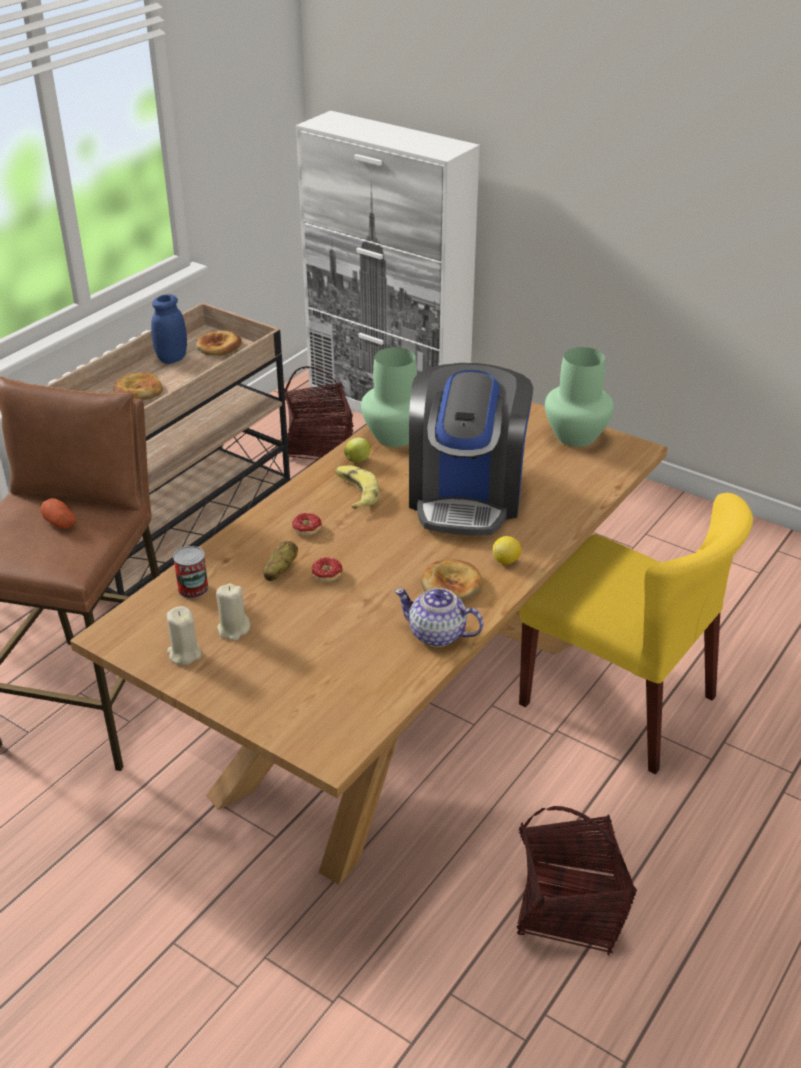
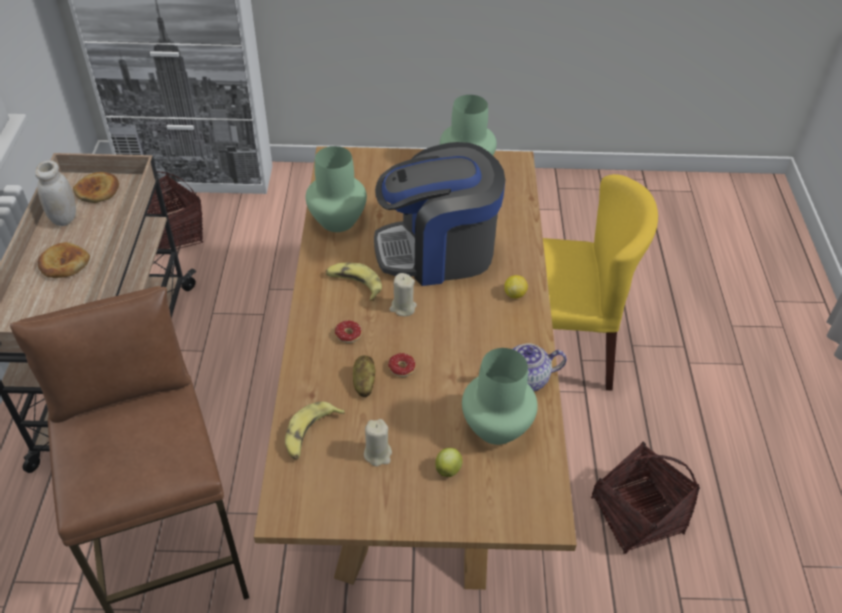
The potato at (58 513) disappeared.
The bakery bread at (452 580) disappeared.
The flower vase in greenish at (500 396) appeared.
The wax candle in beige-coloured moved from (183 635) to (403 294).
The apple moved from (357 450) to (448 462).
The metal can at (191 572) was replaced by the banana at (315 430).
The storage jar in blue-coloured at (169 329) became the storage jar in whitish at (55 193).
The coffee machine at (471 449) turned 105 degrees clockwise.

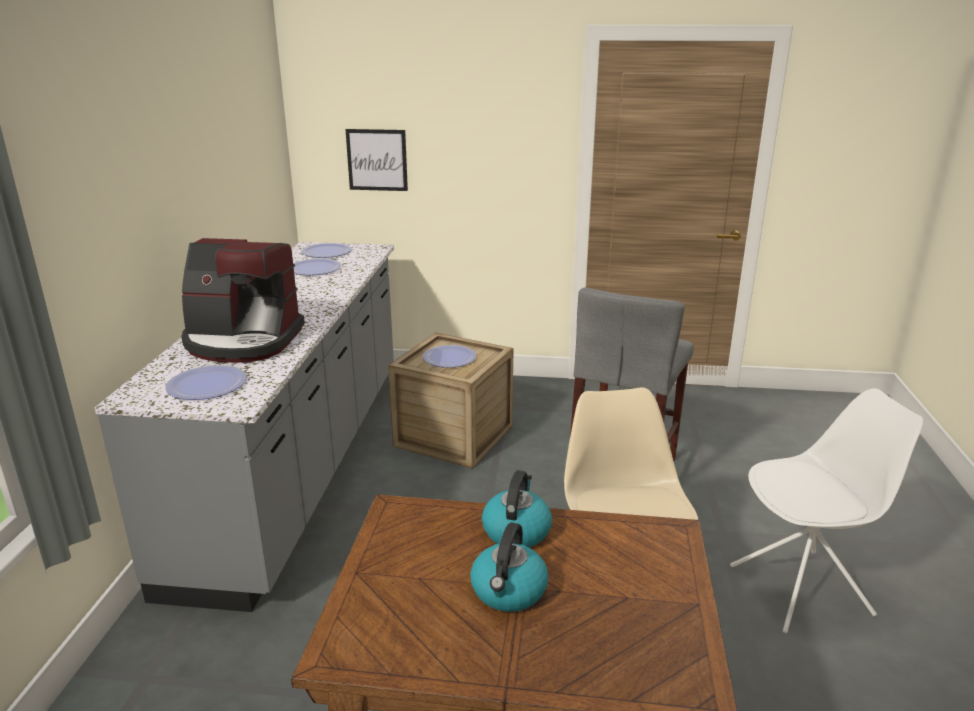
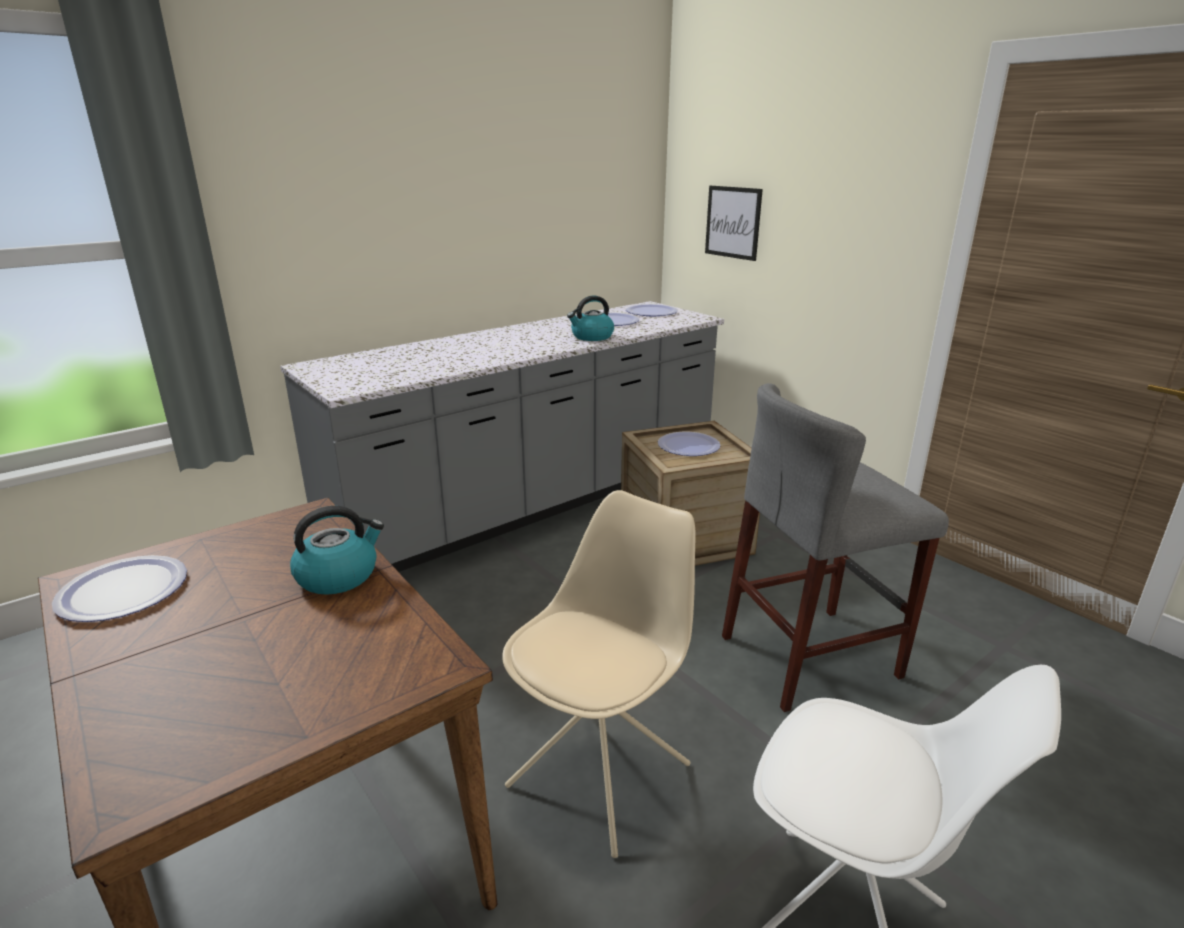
The coffee machine at (243 300) disappeared.
The plate moved from (206 382) to (119 588).
The tea kettle moved from (509 567) to (590 318).

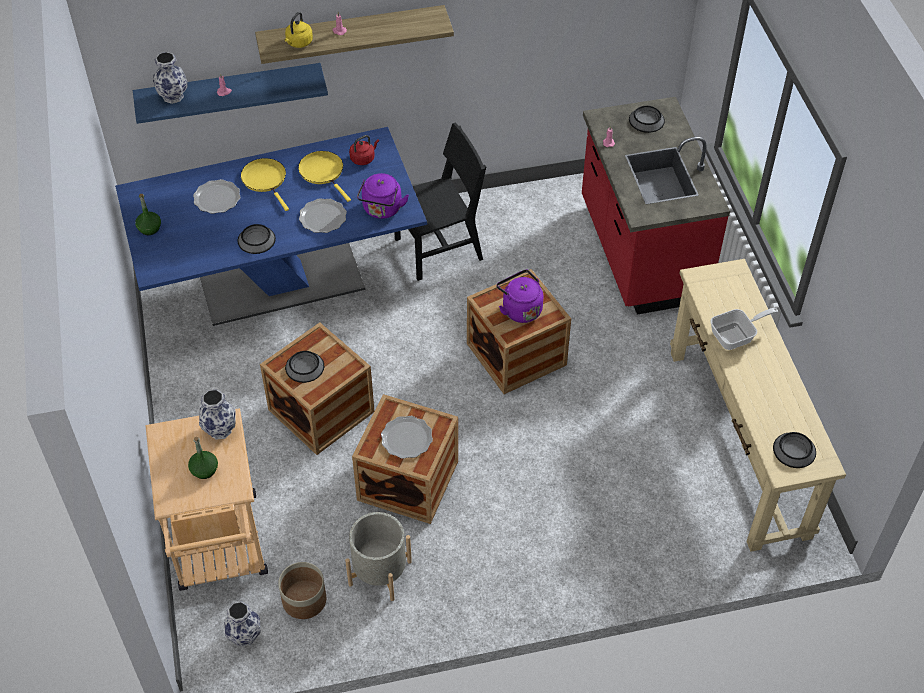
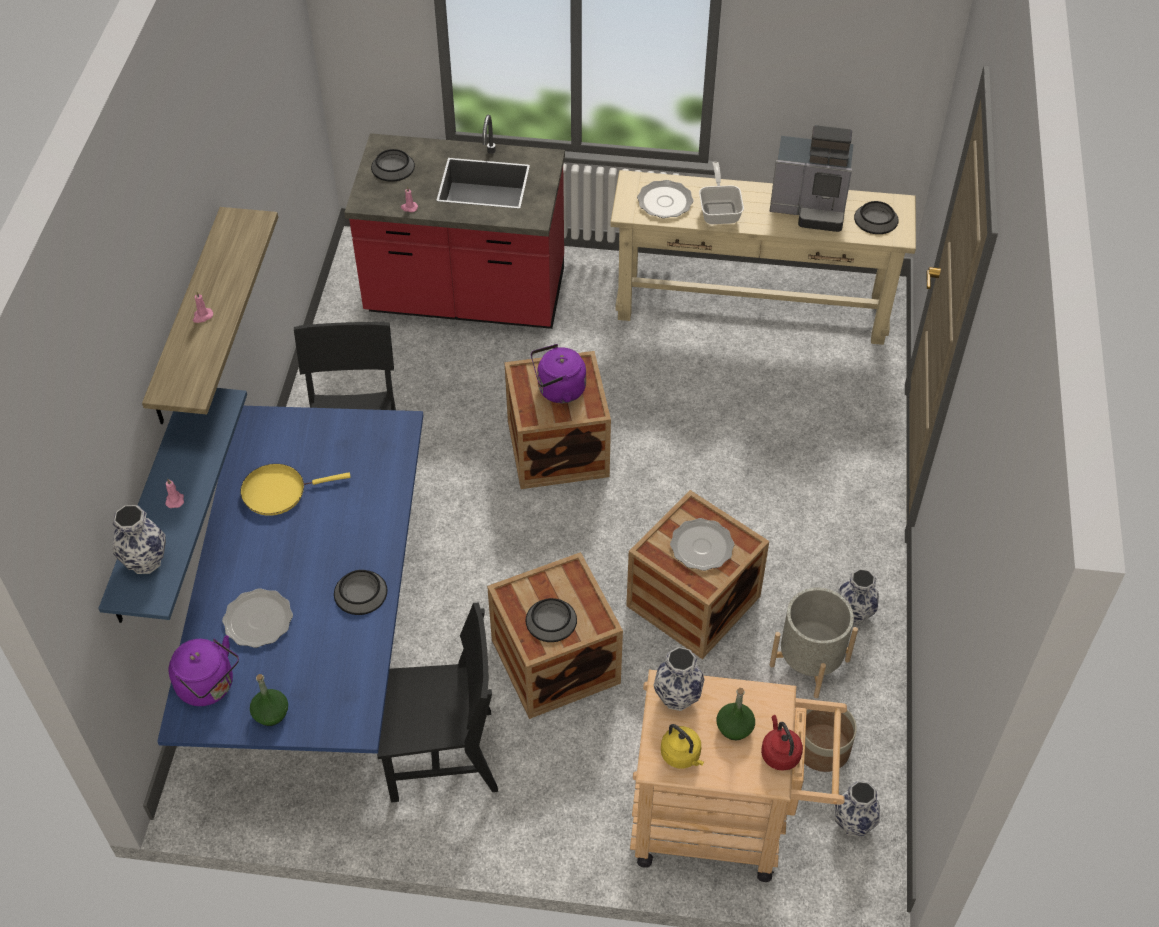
The pan in yellow at (265 184) disappeared.
The plain chair in blackish at (437 702) appeared.
The coffee machine at (812 178) appeared.
The flower vase at (858 596) appeared.
The tea kettle in yellow moved from (299 30) to (682 746).
The plate moved from (323 215) to (665 199).
The tea kettle in red-coloured moved from (364 150) to (782 743).
The tea kettle in purple-coloured moved from (383 196) to (203 670).

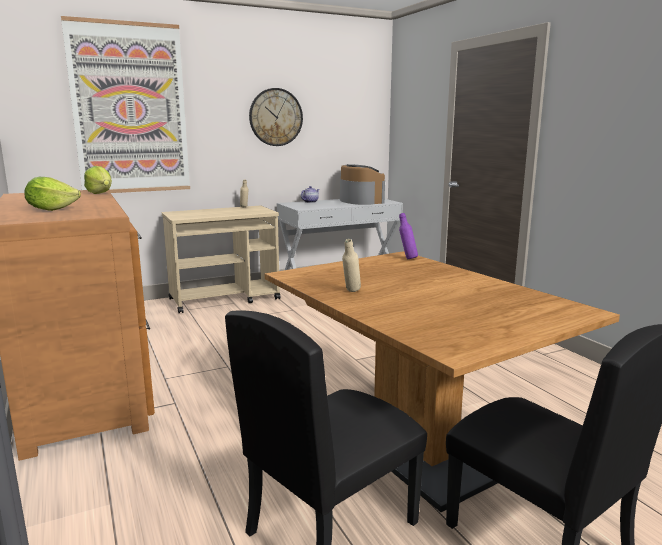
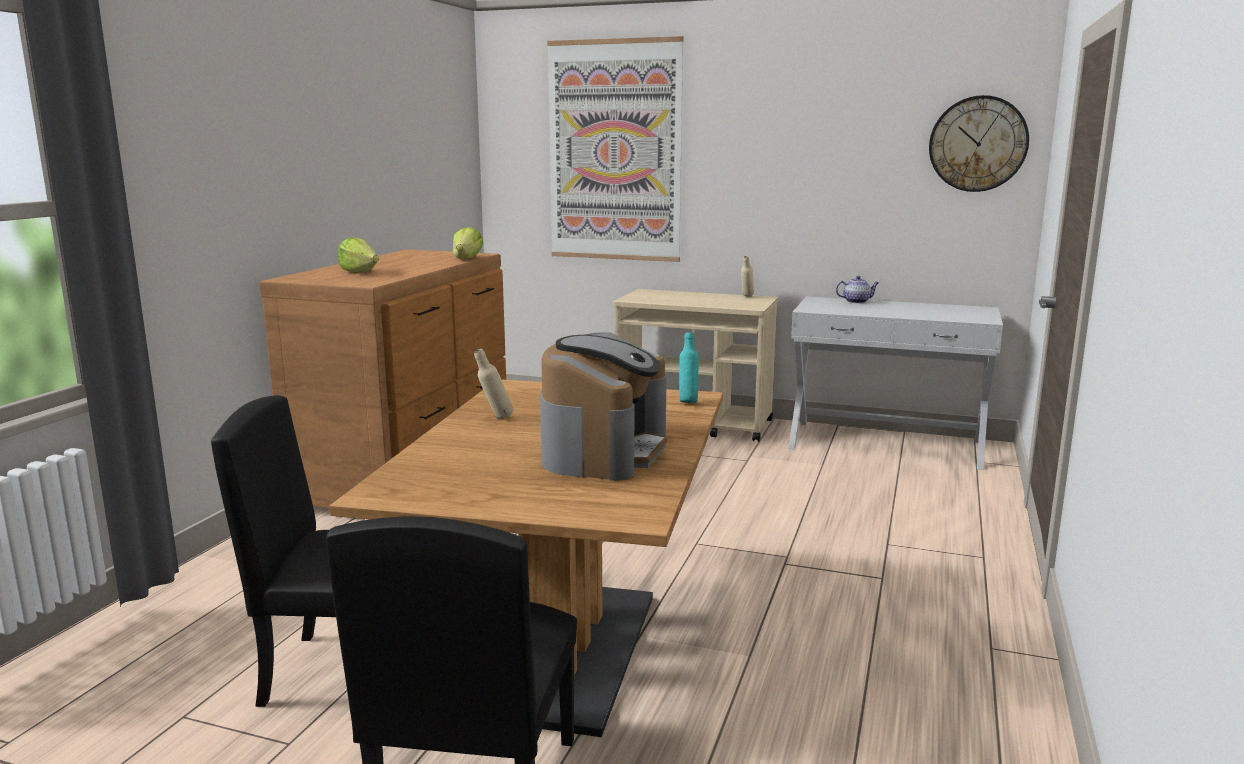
The clock on the wall moved from (276 117) to (979 143).
The coffee machine moved from (362 184) to (603 406).
The beverage bottle in purple-coloured at (408 236) became the beverage bottle in blue-green at (689 367).

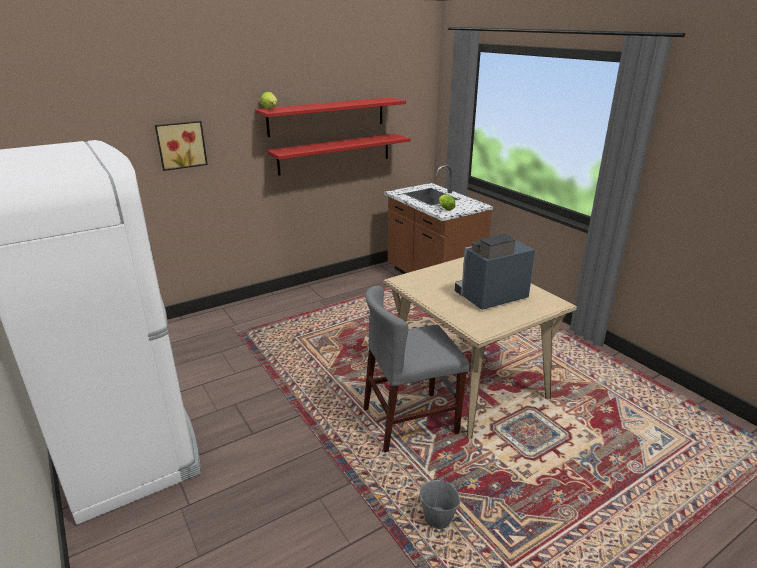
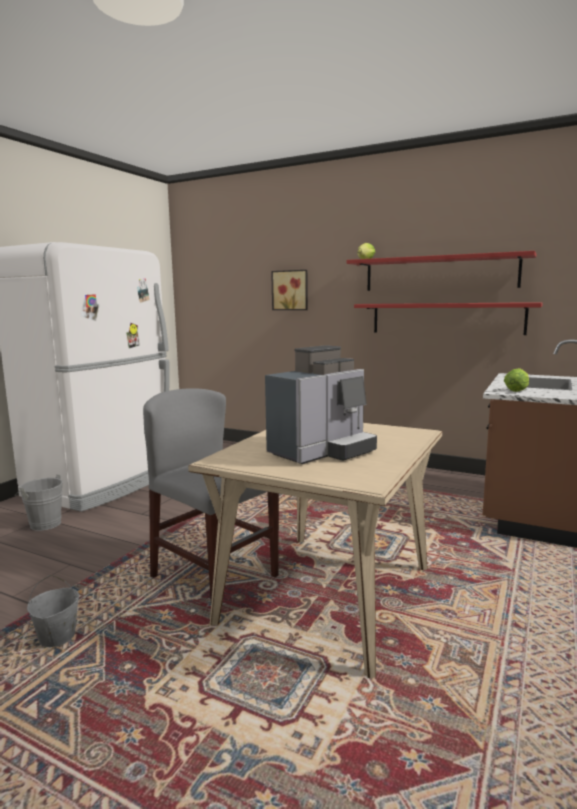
The bucket in greyish at (38 502) appeared.
The coffee machine at (495 272) turned 105 degrees clockwise.

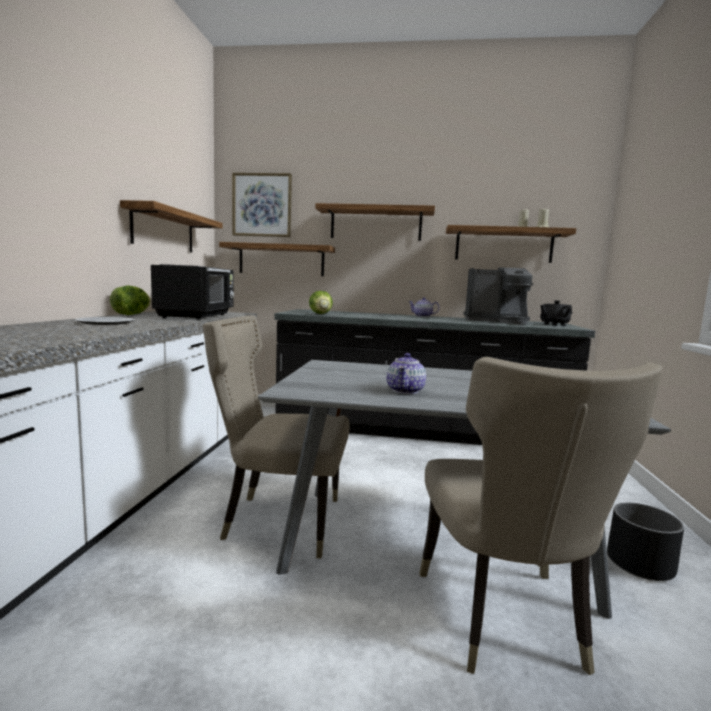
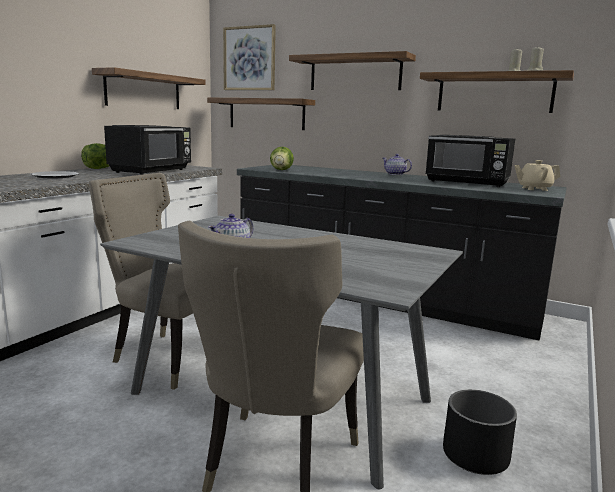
The coffee machine at (498 295) was replaced by the microwave oven in blackish at (470 161).
The teapot in blackish at (556 313) became the teapot in beige-coloured at (537 175).

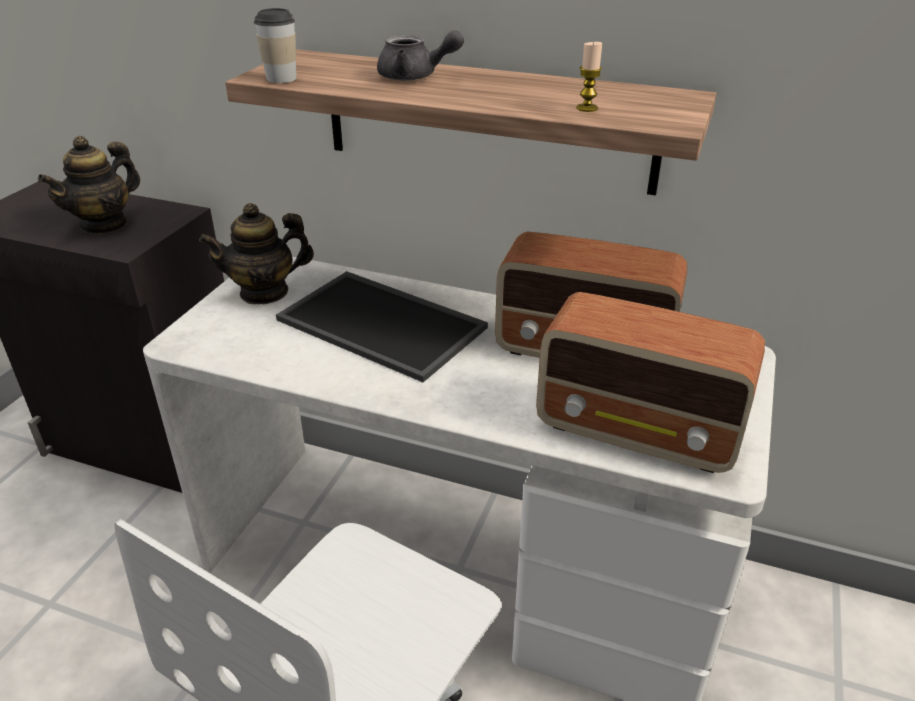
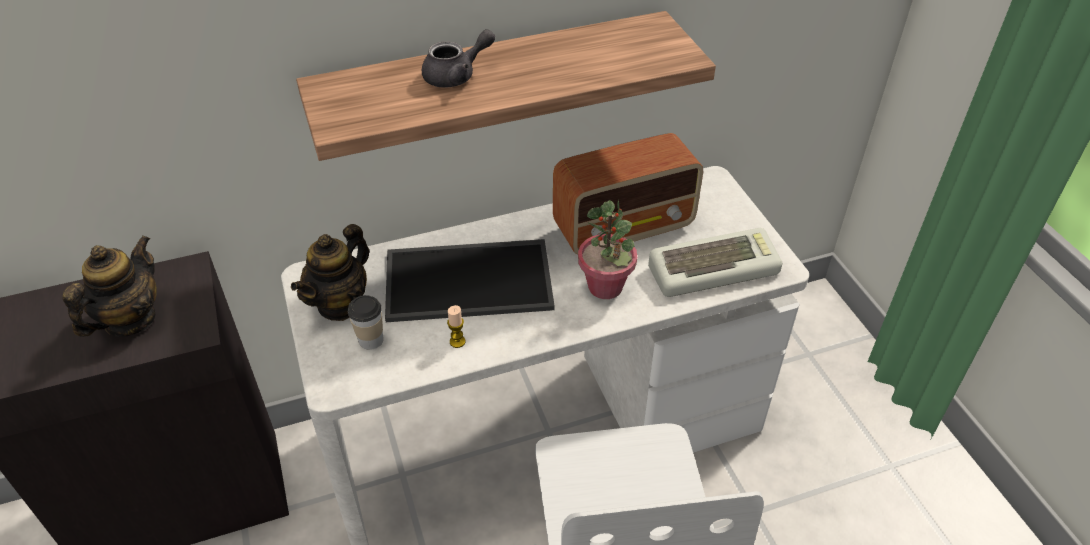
The houseplant at (607 249) appeared.
The drinking cup moved from (275 45) to (365 322).
The wax candle moved from (589 76) to (456 326).
The radio at (650 382) was replaced by the PC keyboard at (715 262).
The teapot at (89 185) turned 150 degrees counterclockwise.

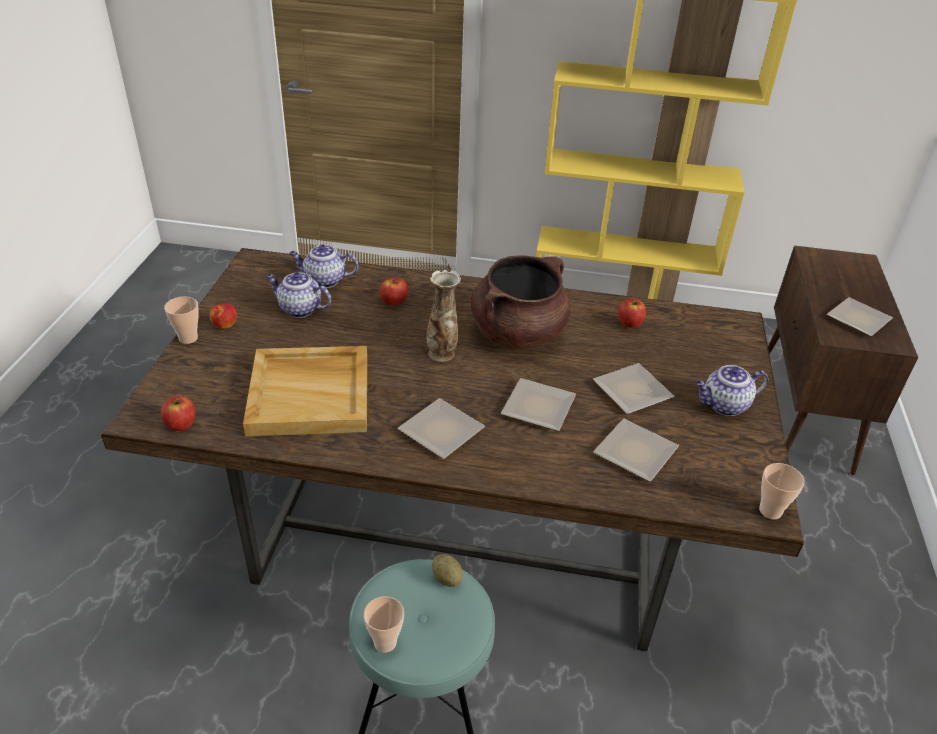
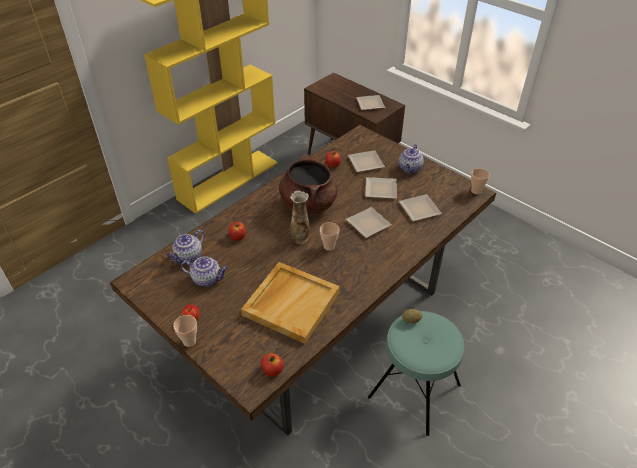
The drinking cup moved from (384 624) to (329 236).
The plate moved from (441 428) to (366 161).
The teapot at (298 295) turned 135 degrees counterclockwise.

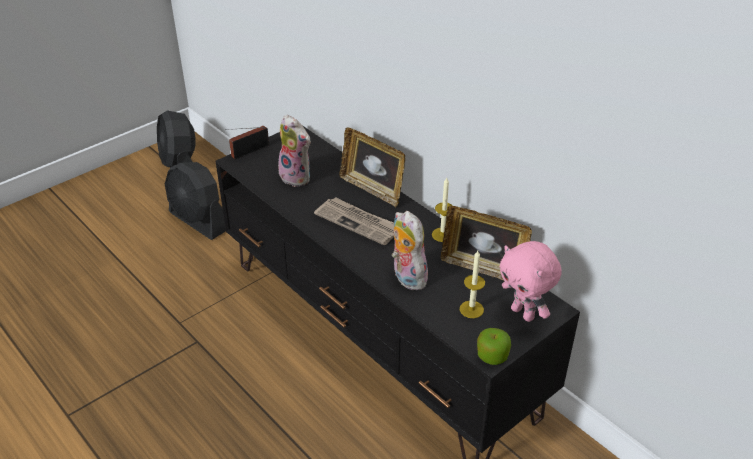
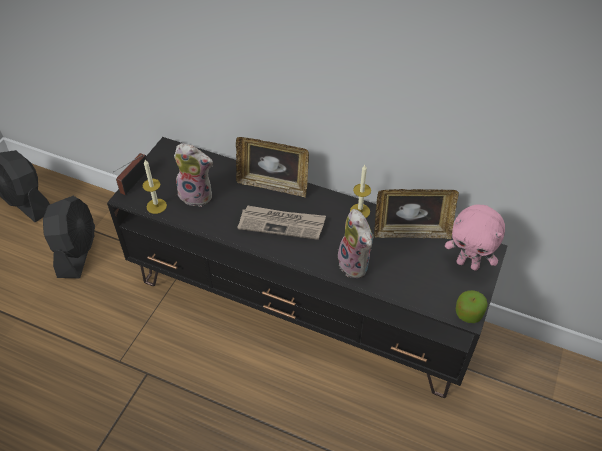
The wax candle moved from (472 284) to (154 187).
The cooling fan in blackish at (195 201) turned 105 degrees counterclockwise.
The plush toy at (410 250) turned 150 degrees counterclockwise.

